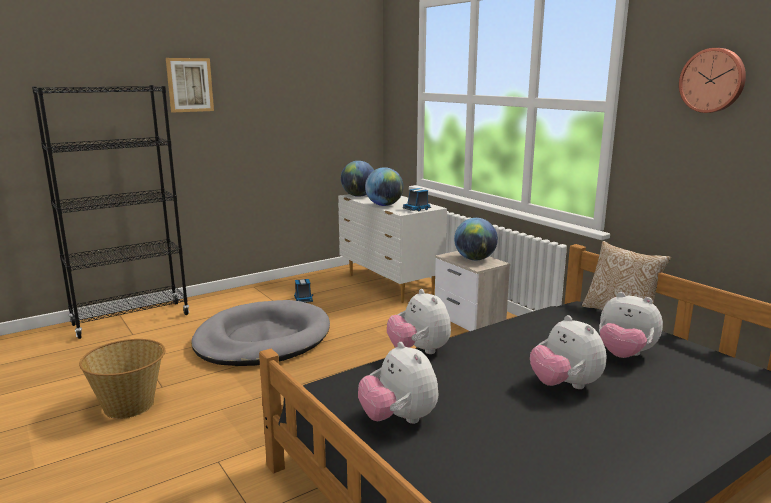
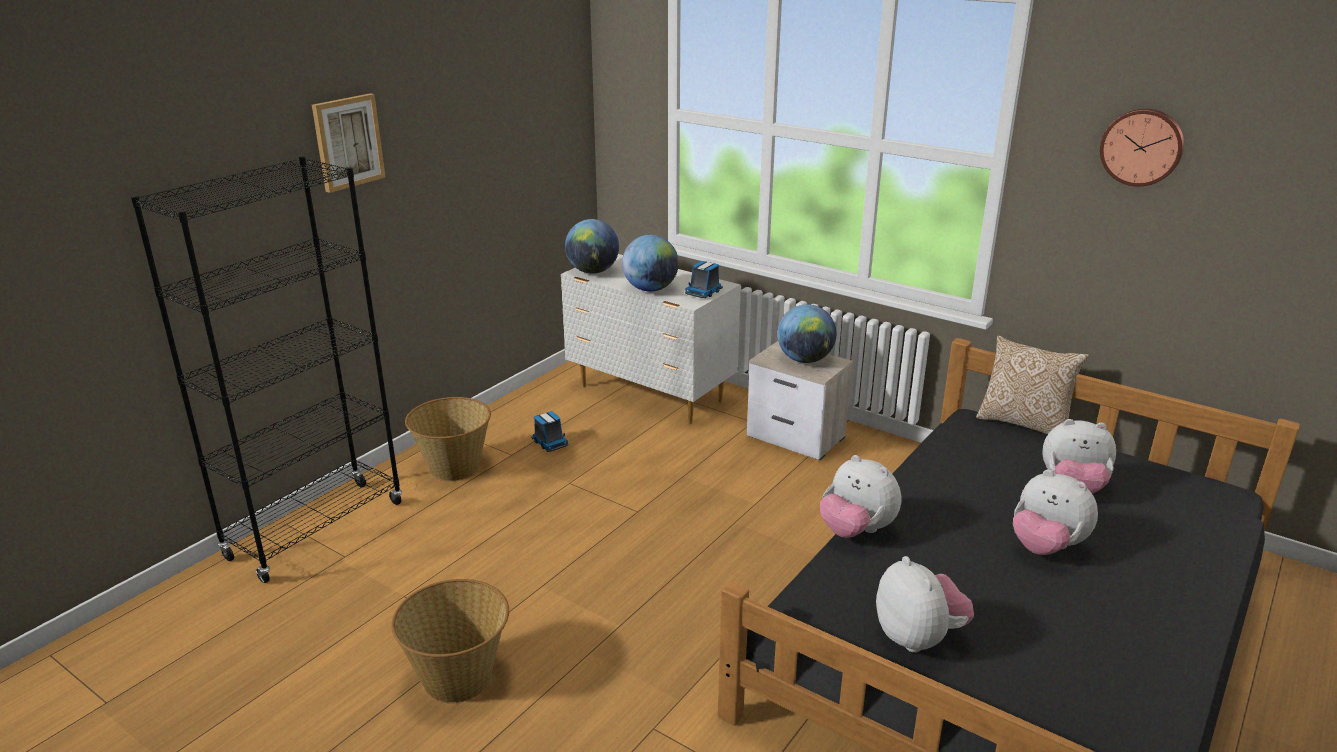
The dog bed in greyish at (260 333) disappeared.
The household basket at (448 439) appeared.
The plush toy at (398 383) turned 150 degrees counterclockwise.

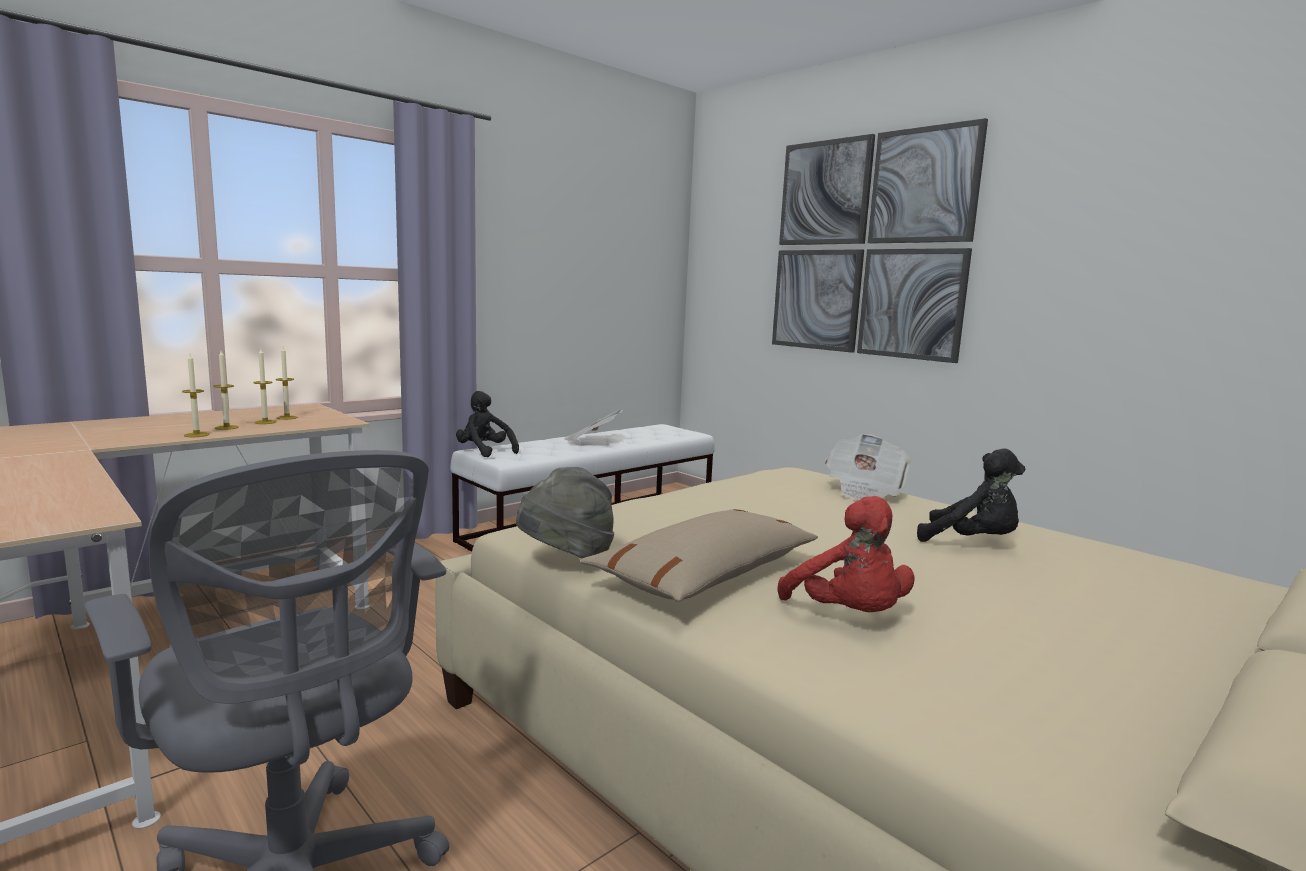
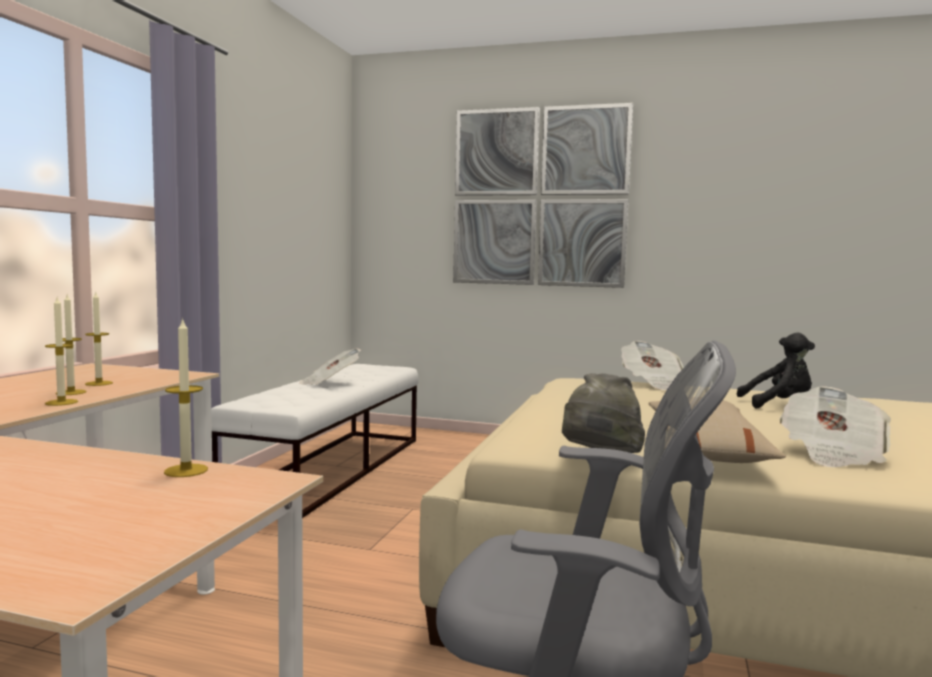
The plush toy in blackish at (487 424) disappeared.
The wax candle moved from (287 383) to (186 397).
The plush toy in red-coloured at (846 554) was replaced by the printed paper at (835 426).

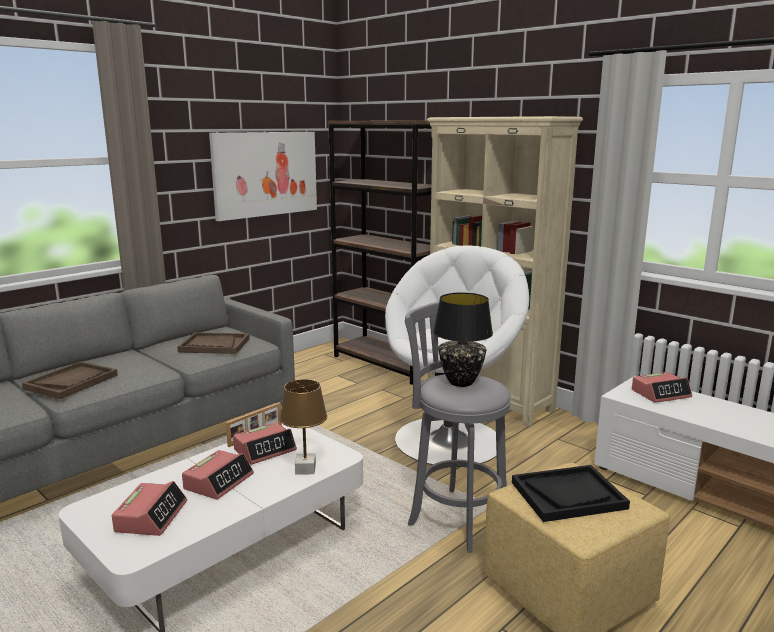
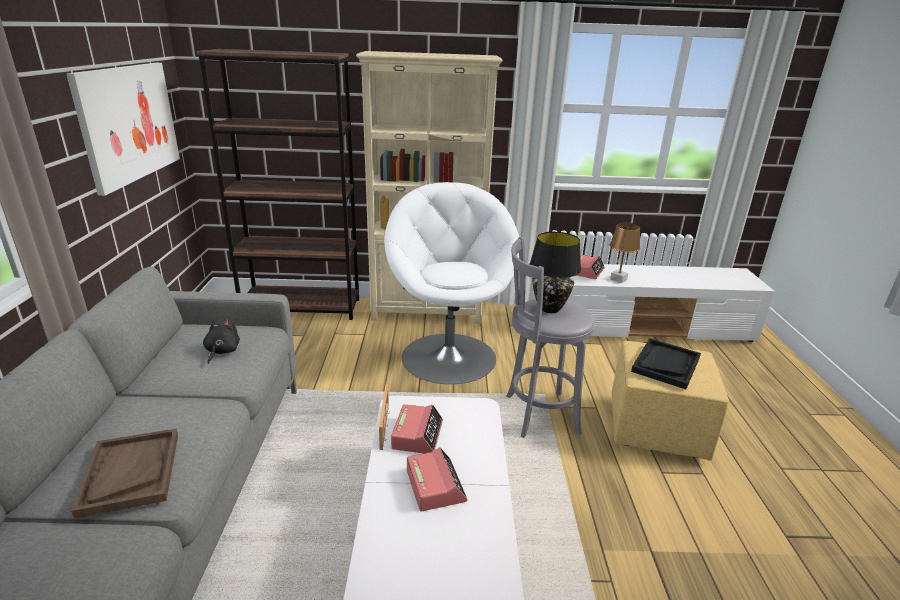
The table clock at (149 508) disappeared.
The lamp for a table in brown moved from (303 427) to (625 253).
The serving tray in brown at (213 343) was replaced by the plush toy in blackish at (221 341).

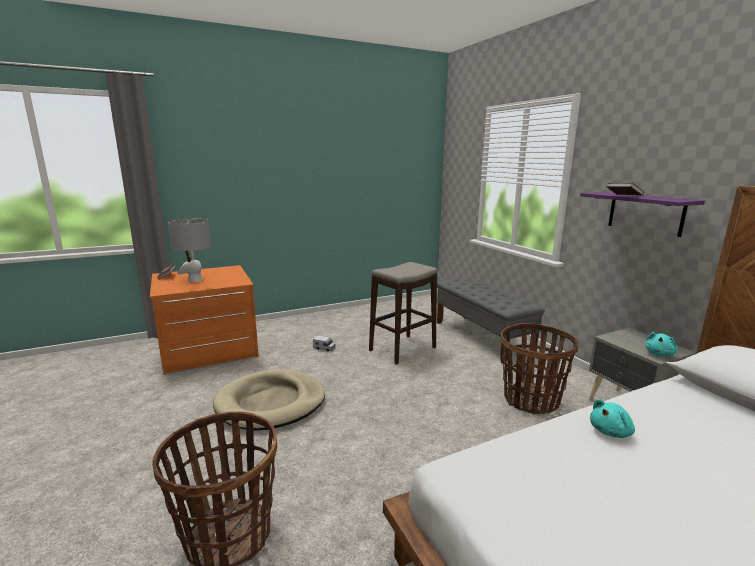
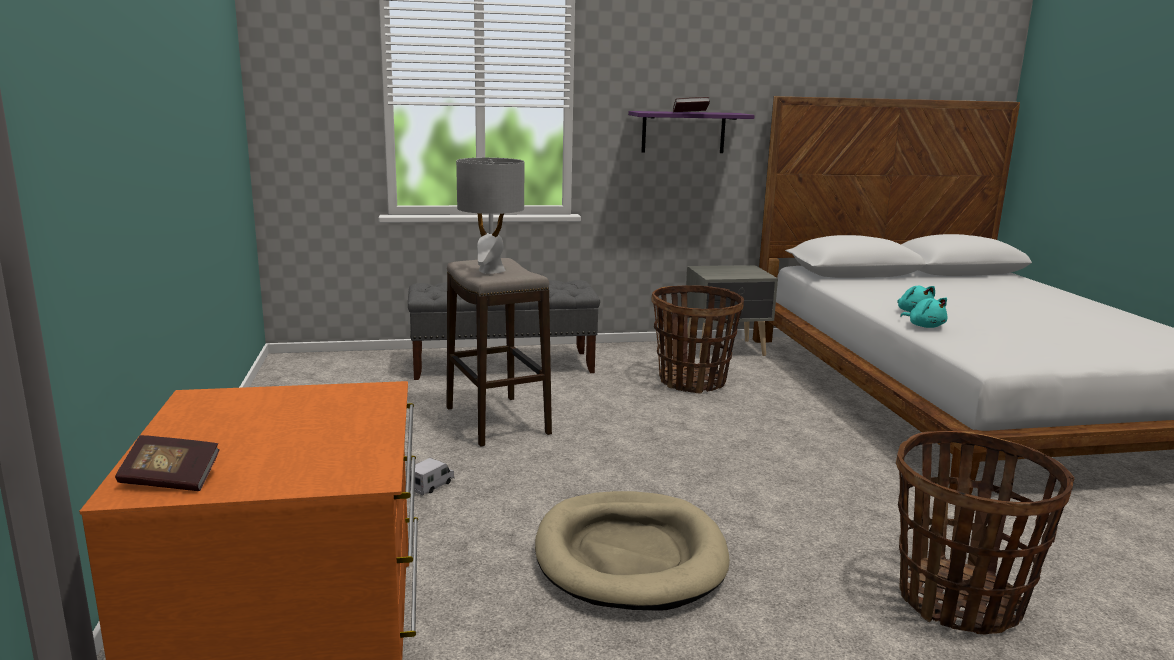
The lamp for a table in greyish moved from (189 250) to (490 216).
The plush toy in blue-green moved from (661 344) to (924 313).

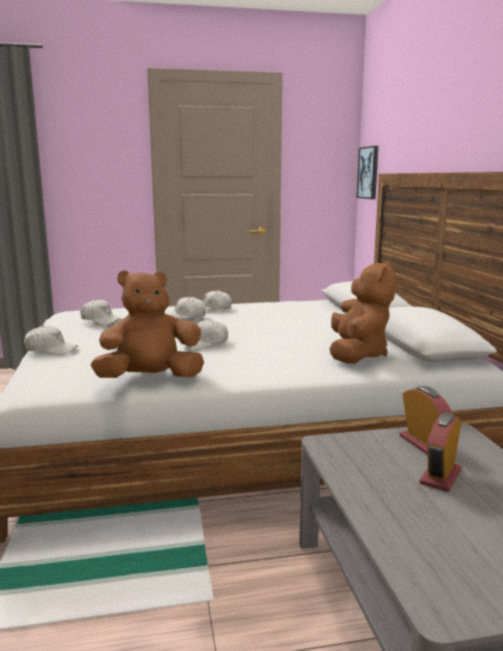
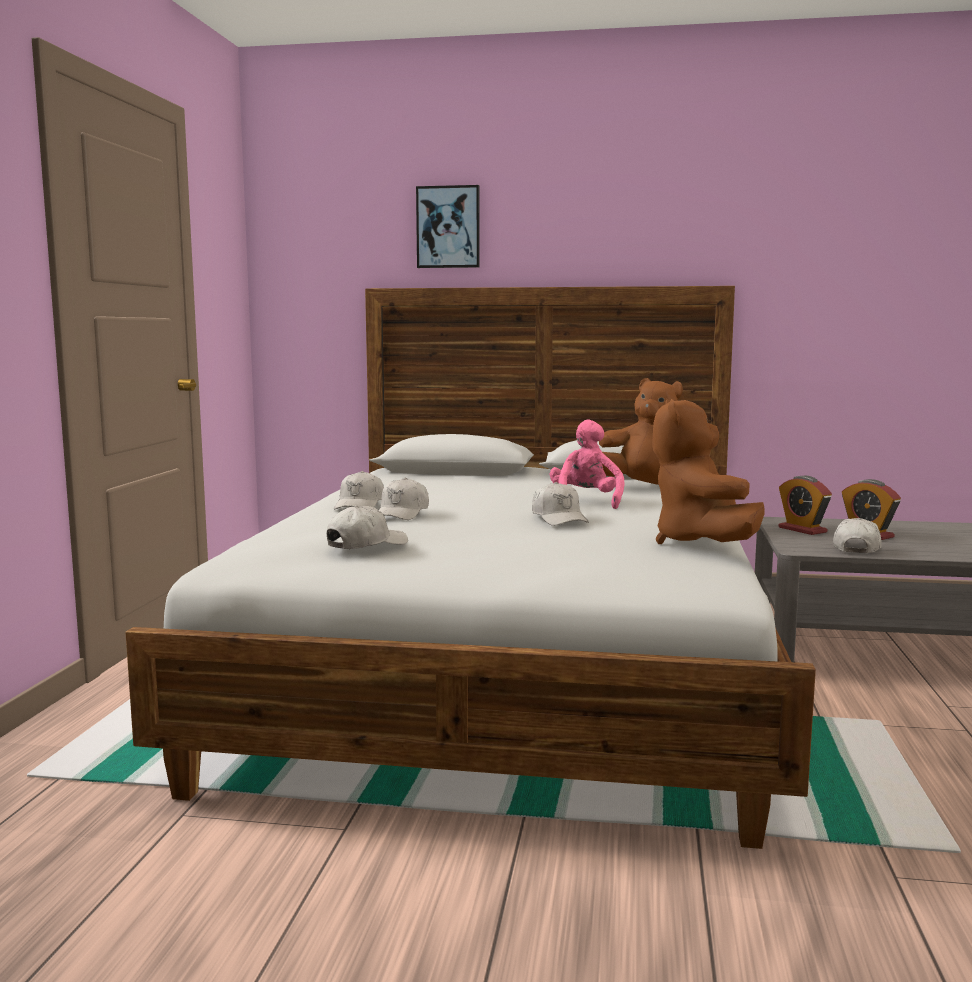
The plush toy in pink at (587 464) appeared.
The peaked cap in whitish moved from (51 340) to (857 535).
The picture moved from (367 172) to (448 226).
The table clock at (426 420) turned 120 degrees counterclockwise.

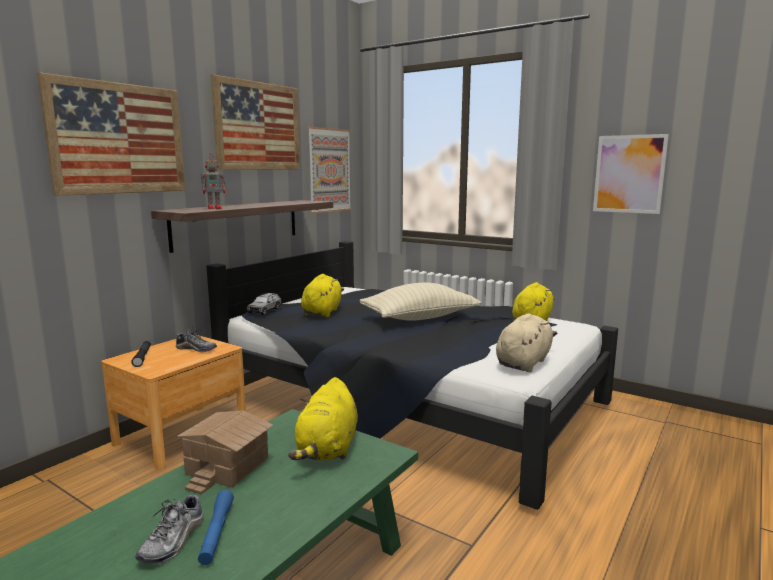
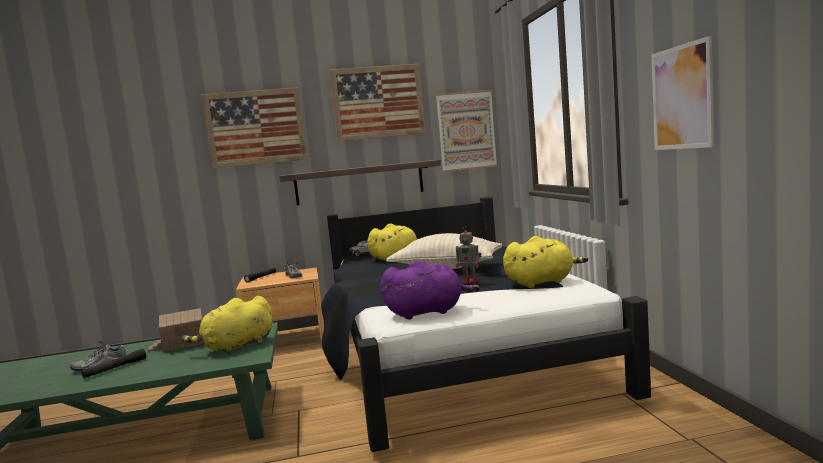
The robot figure moved from (213 182) to (469 254).
The torch in blue-coloured at (216 527) became the torch in blackish at (113 363).
The plush toy in beige-coloured at (526 342) became the plush toy in purple-coloured at (430 290).

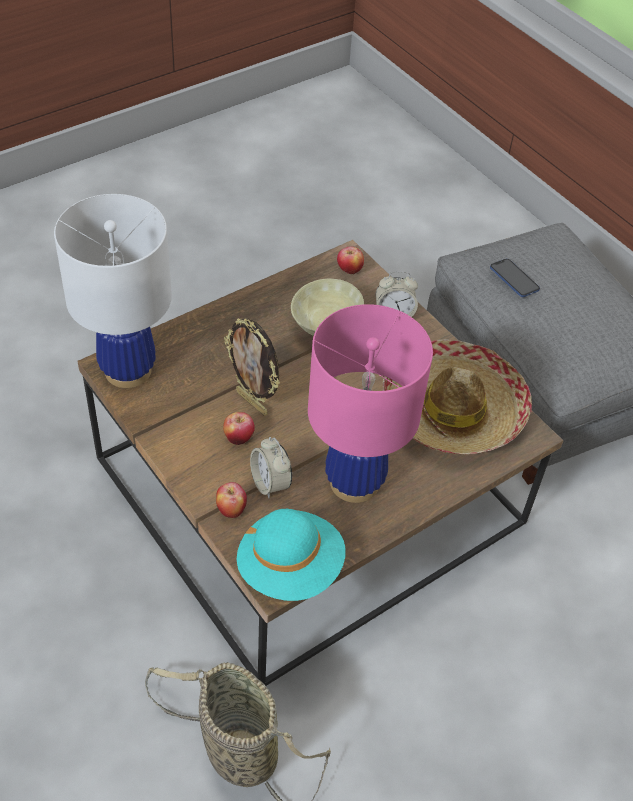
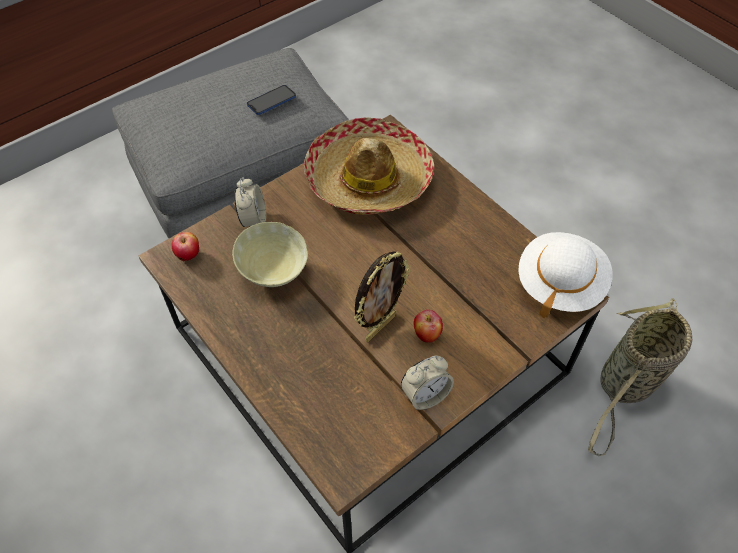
The lamp for a table in whitish at (113 291) disappeared.
The apple at (231 500) disappeared.
The lamp for a table in pink at (370 403) disappeared.
The table clock moved from (271 467) to (427 382).
The handset moved from (515 278) to (271 100).
The clothing hat in blue-green at (291 555) became the clothing hat in whitish at (565 275).

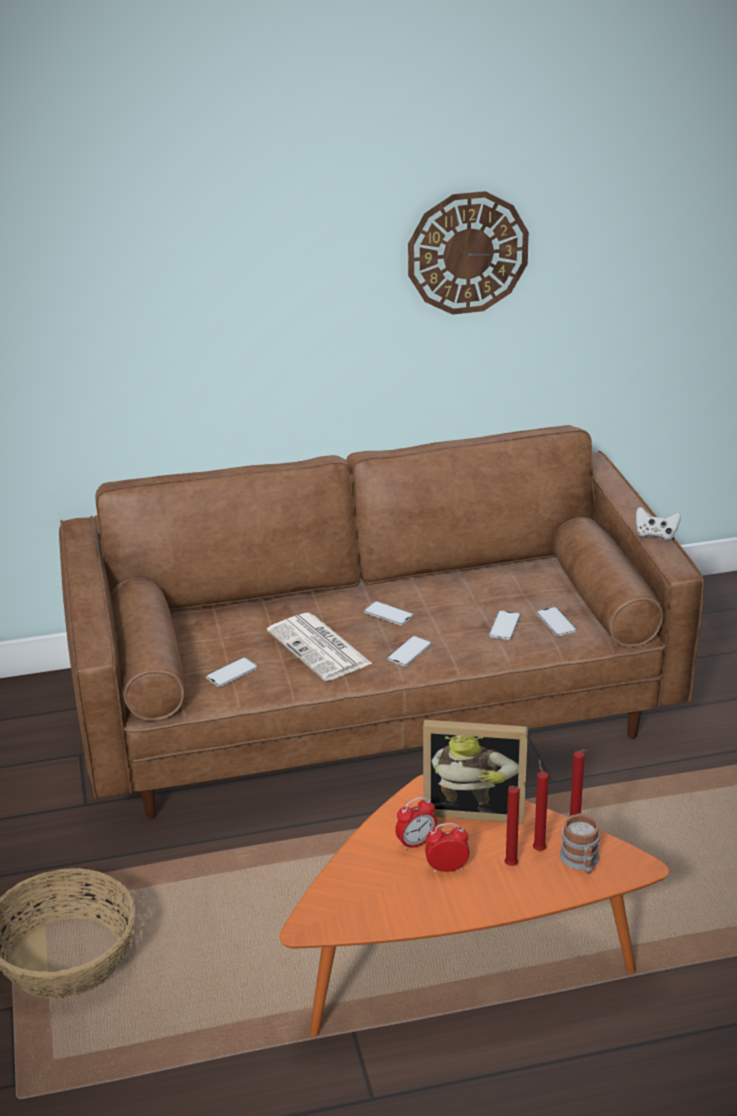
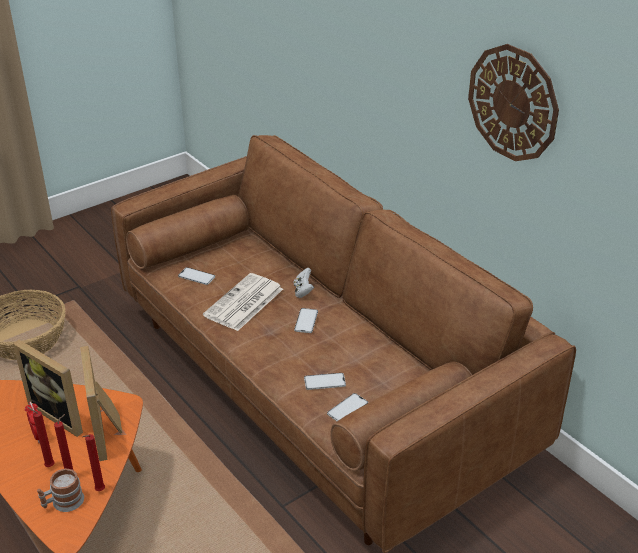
The handset at (409 651) disappeared.
The game controller in whitish moved from (658 523) to (304 283).
The table clock at (416 823) was replaced by the picture frame at (48 388).

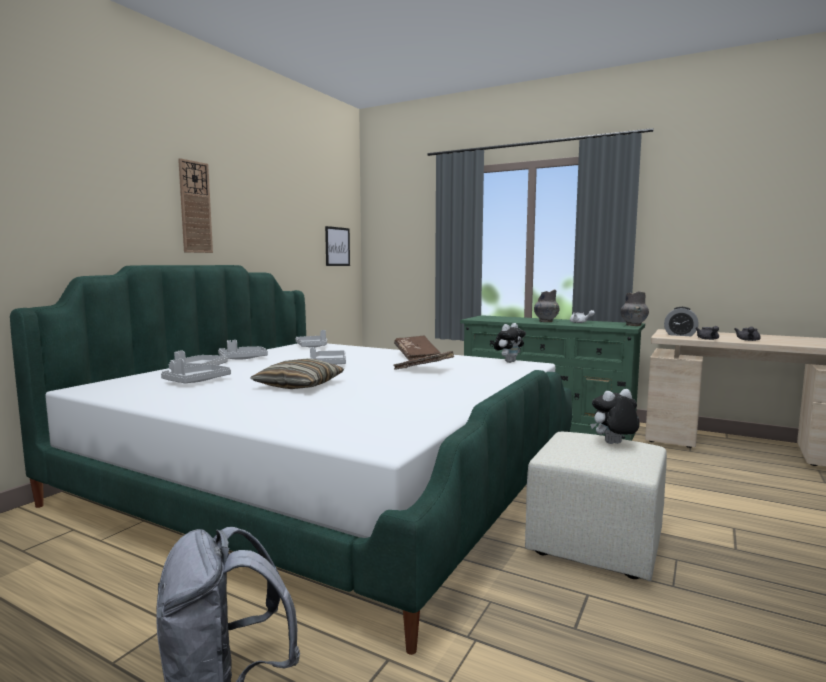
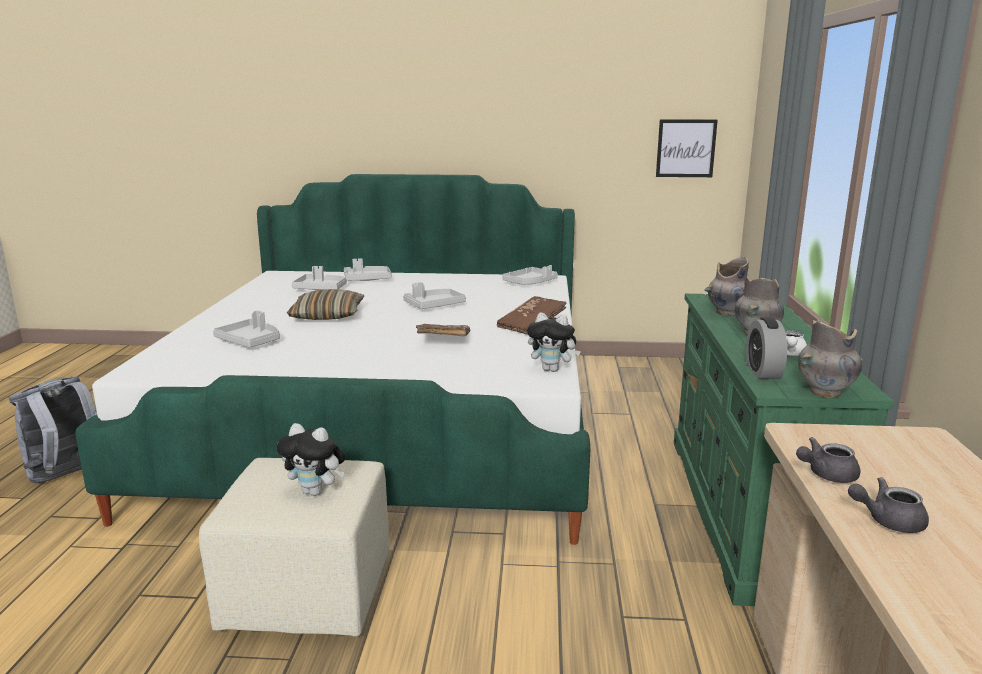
The clock on the wall at (195 205) disappeared.
The flower vase in greyish at (726 287) appeared.
The serving tray in greyish moved from (243 349) to (246 329).
The table clock moved from (681 321) to (766 348).
The plush toy at (615 416) turned 150 degrees clockwise.

